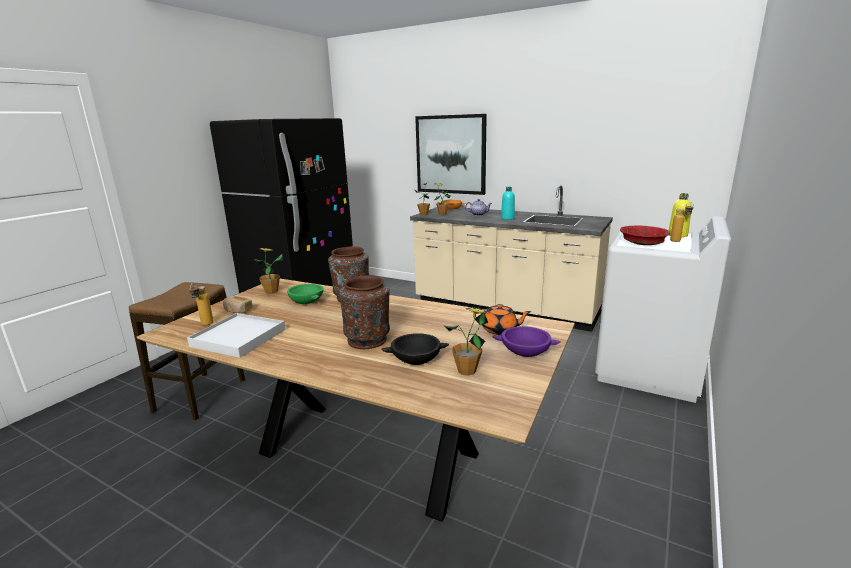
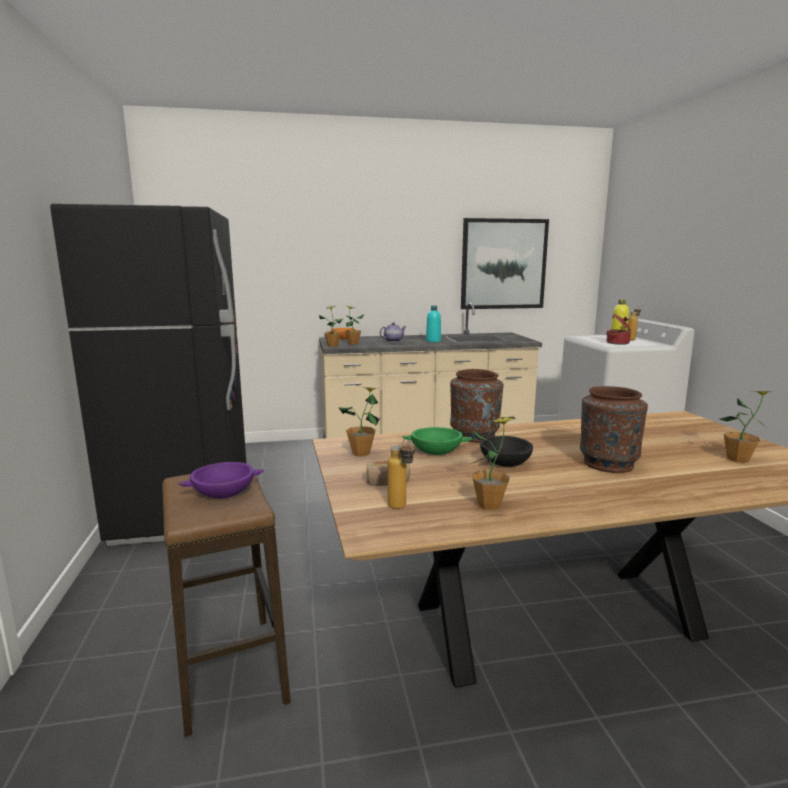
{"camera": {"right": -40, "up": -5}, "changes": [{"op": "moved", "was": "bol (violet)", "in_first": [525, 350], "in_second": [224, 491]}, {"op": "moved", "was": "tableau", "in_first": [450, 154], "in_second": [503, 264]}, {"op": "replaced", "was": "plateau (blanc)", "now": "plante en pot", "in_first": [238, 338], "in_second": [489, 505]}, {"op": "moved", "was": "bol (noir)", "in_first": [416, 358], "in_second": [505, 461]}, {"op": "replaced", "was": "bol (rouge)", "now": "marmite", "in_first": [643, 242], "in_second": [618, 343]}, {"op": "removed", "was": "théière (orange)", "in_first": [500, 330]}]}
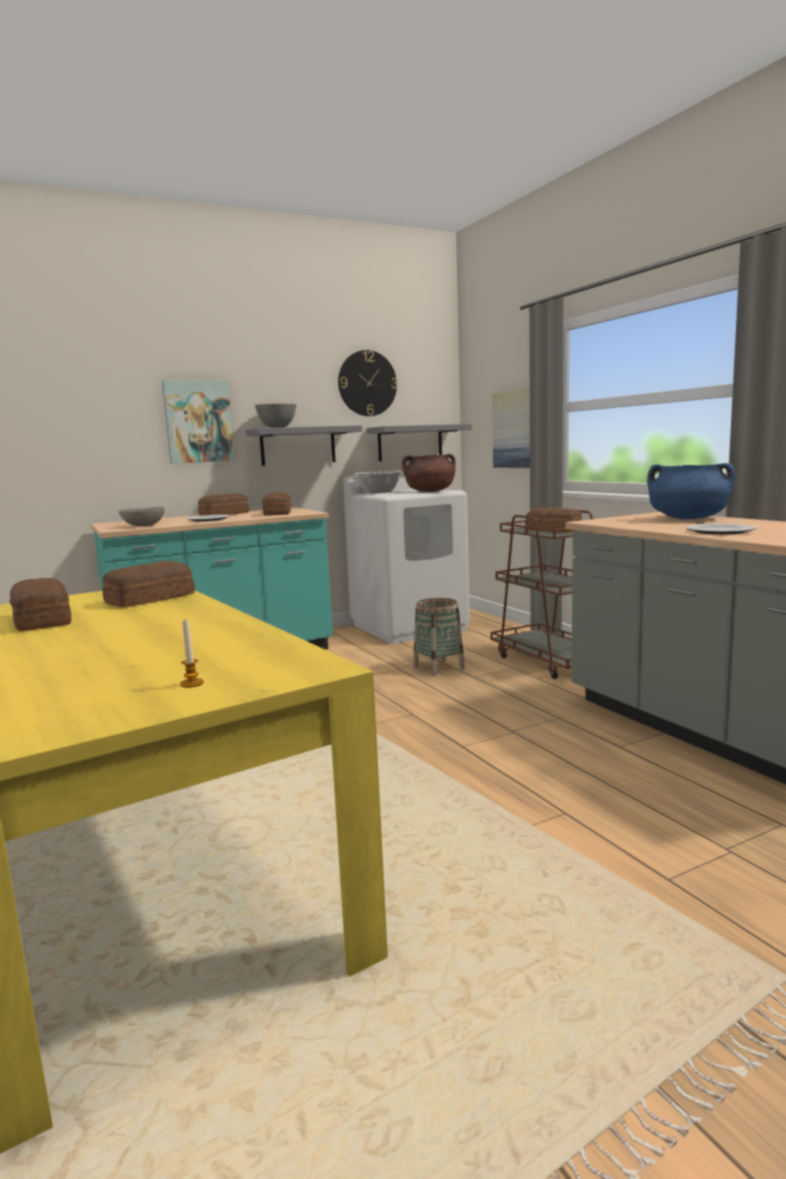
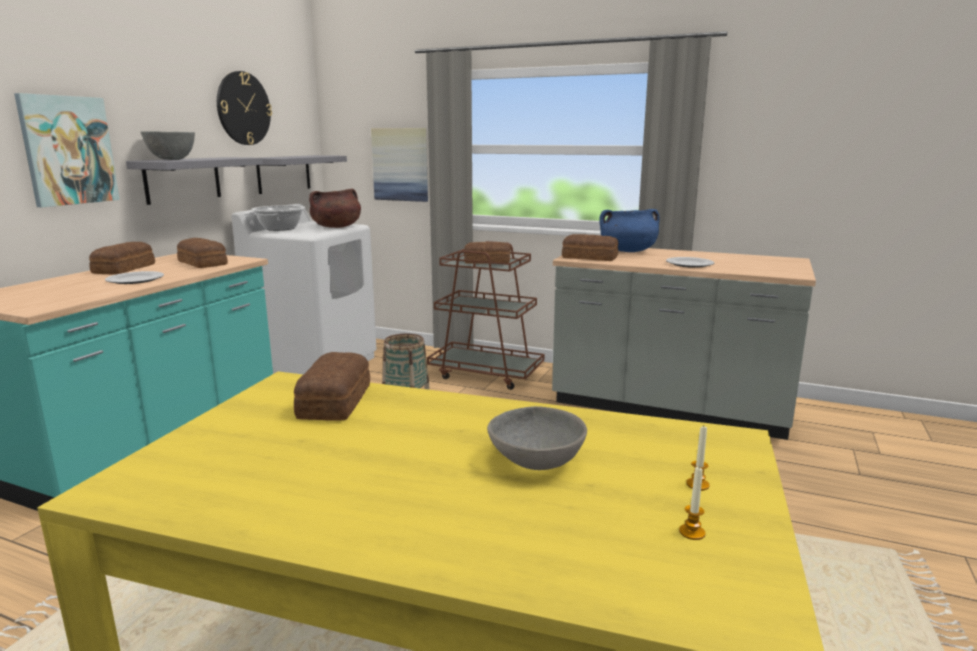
{"camera": {"right": -40, "up": 5}, "changes": [{"op": "moved", "was": "bol (gris)", "in_first": [144, 526], "in_second": [535, 460]}, {"op": "moved", "was": "pain", "in_first": [41, 620], "in_second": [590, 258]}, {"op": "added", "now": "bougie", "in_second": [692, 532]}]}
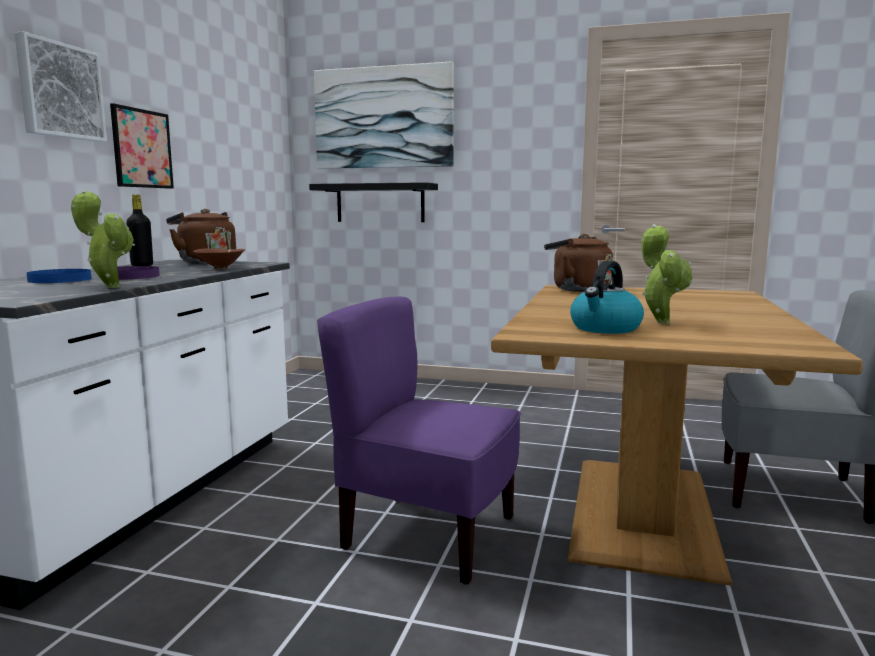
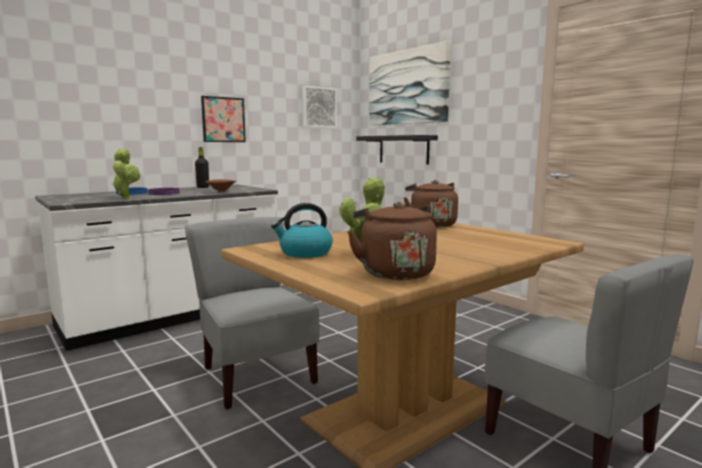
{"camera": {"right": 35, "up": 0}, "changes": [{"op": "recoloured", "was": "chaise (violet)", "now": "chaise (gris)", "in_first": [428, 535], "in_second": [256, 376]}, {"op": "moved", "was": "tableau", "in_first": [59, 91], "in_second": [318, 107]}, {"op": "moved", "was": "bouilloire (marron)", "in_first": [205, 262], "in_second": [394, 272]}]}
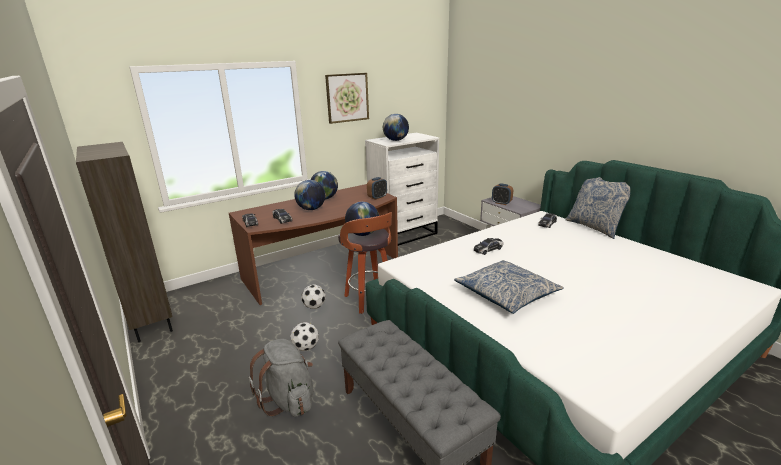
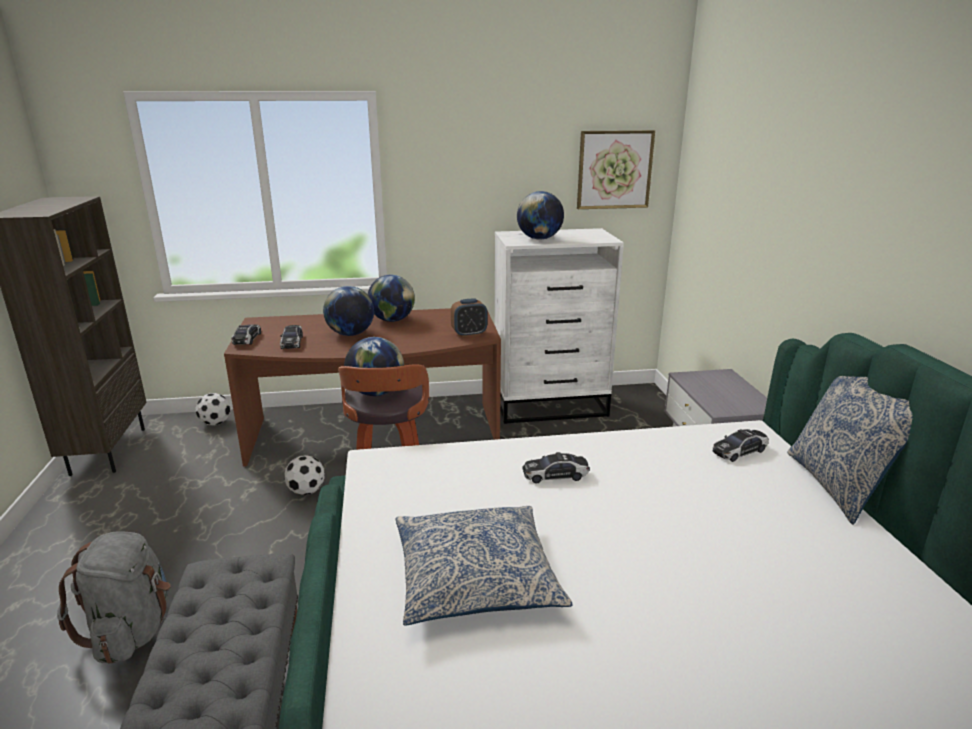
{"camera": {"right": 25, "up": 0}, "changes": [{"op": "moved", "was": "ballon de foot", "in_first": [306, 347], "in_second": [215, 423]}, {"op": "moved", "was": "tableau", "in_first": [347, 97], "in_second": [614, 170]}, {"op": "removed", "was": "réveil", "in_first": [501, 203]}]}
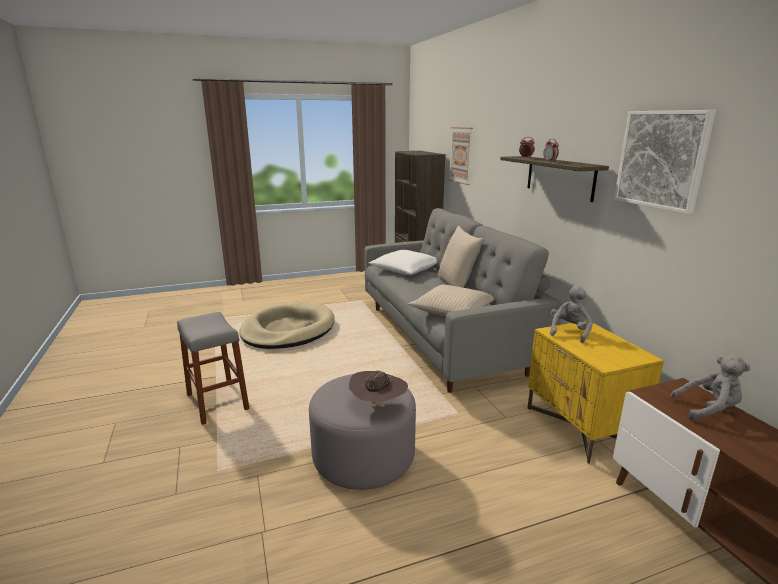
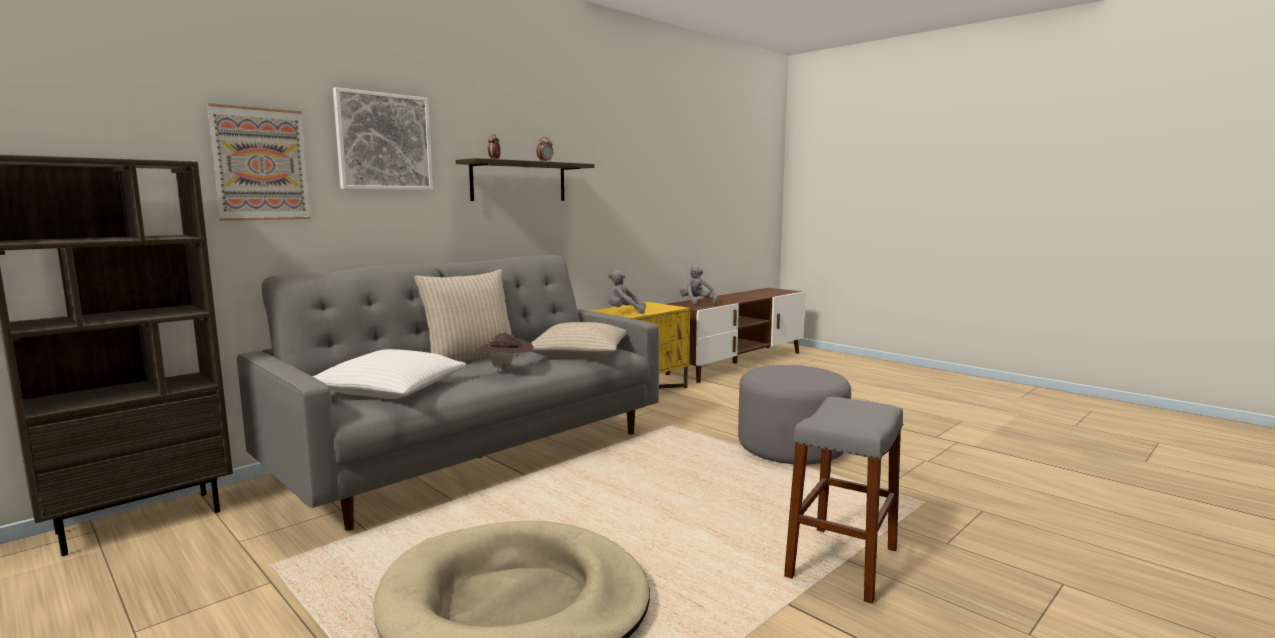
{"camera": {"right": -115, "up": -10}, "changes": [{"op": "moved", "was": "tableau", "in_first": [661, 159], "in_second": [384, 142]}, {"op": "moved", "was": "chapeau (marron)", "in_first": [378, 405], "in_second": [505, 371]}]}
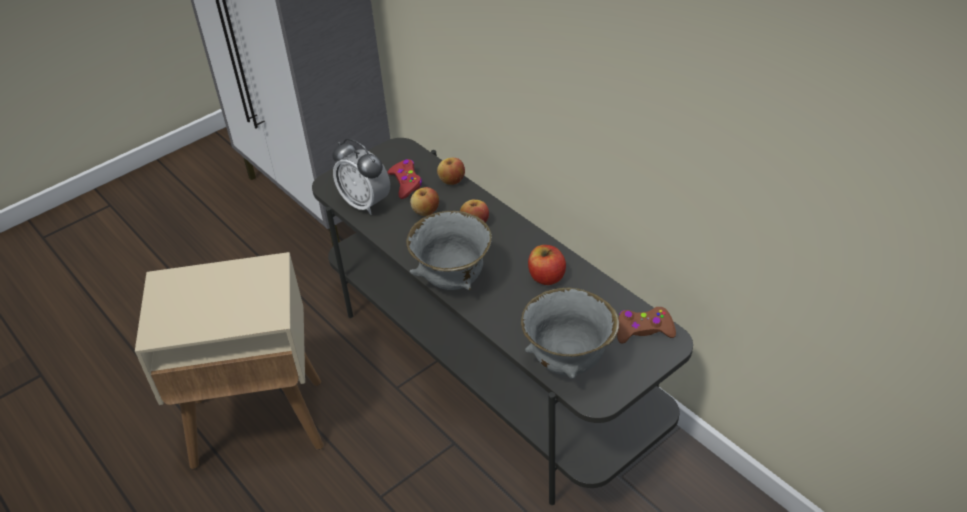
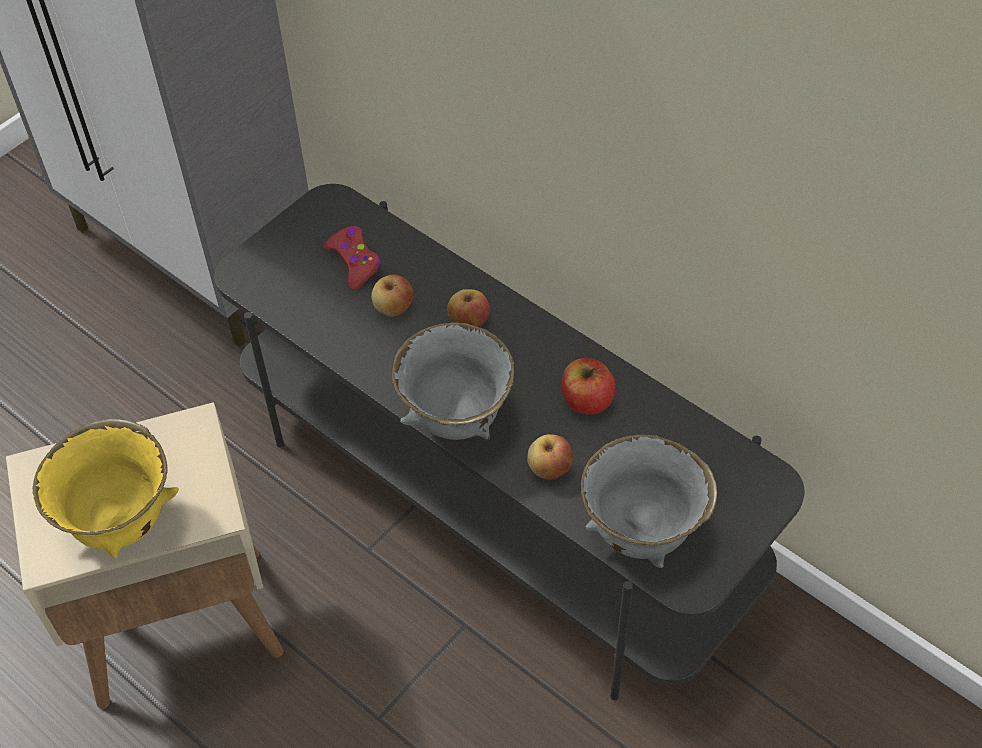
{"camera": {"right": -10, "up": 10}, "changes": [{"op": "added", "now": "bol (jaune)", "in_second": [122, 523]}, {"op": "moved", "was": "pomme", "in_first": [452, 181], "in_second": [549, 468]}, {"op": "removed", "was": "réveil", "in_first": [365, 203]}, {"op": "removed", "was": "manette (marron)", "in_first": [643, 330]}]}
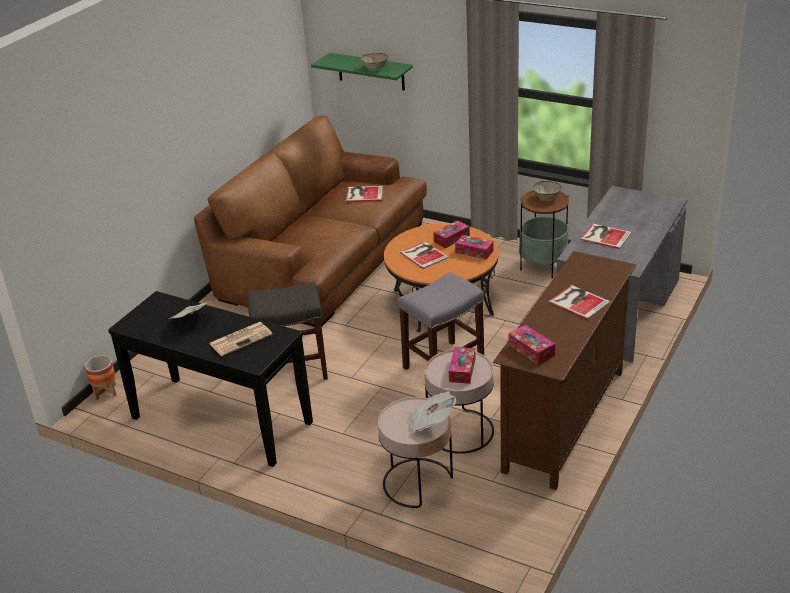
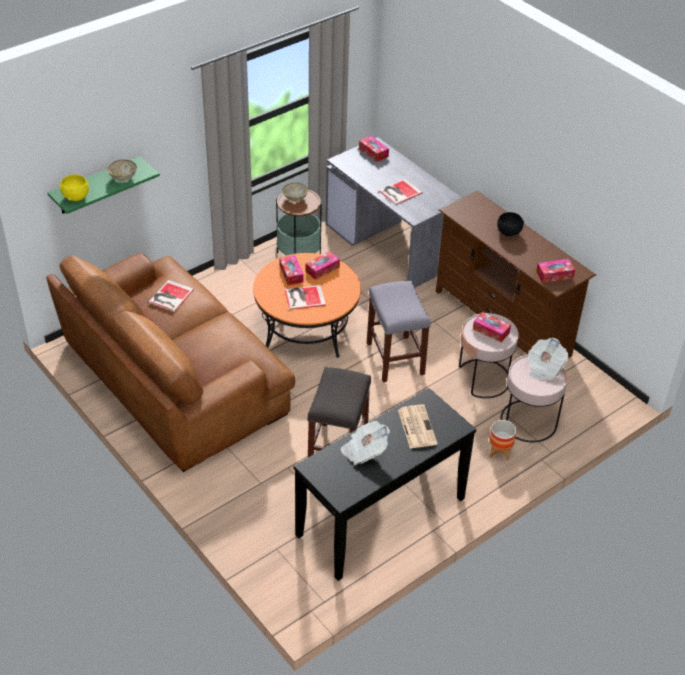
{"camera": {"right": -70, "up": 10}, "changes": [{"op": "added", "now": "bol (jaune)", "in_second": [76, 197]}, {"op": "added", "now": "boîte à mouchoirs", "in_second": [373, 152]}, {"op": "moved", "was": "cache-pot", "in_first": [105, 392], "in_second": [499, 452]}, {"op": "replaced", "was": "livre", "now": "bol (noir)", "in_first": [578, 301], "in_second": [508, 232]}]}
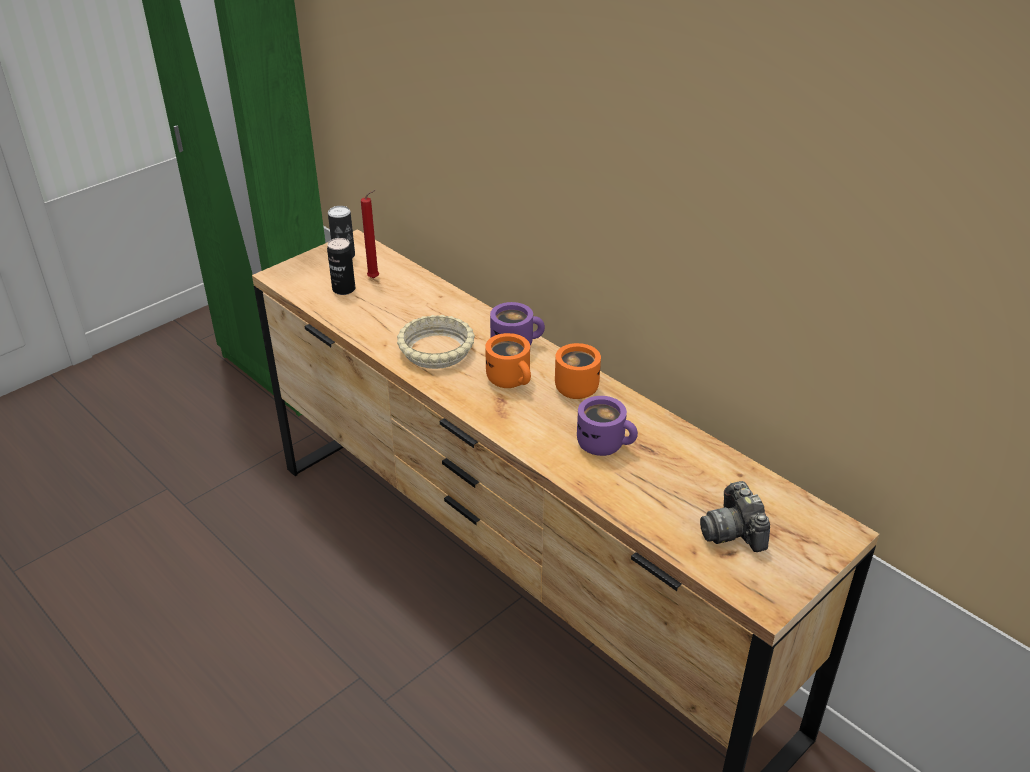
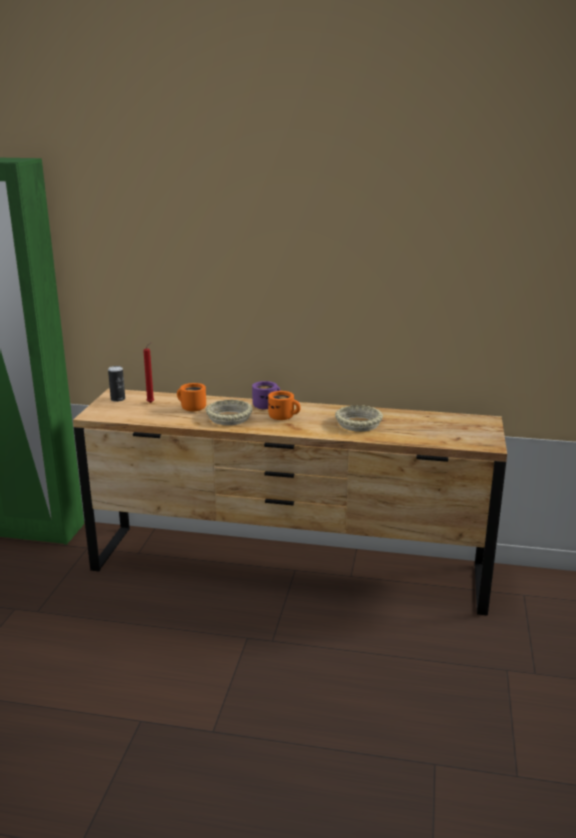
{"camera": {"right": -35, "up": -15}, "changes": [{"op": "moved", "was": "mug (orange)", "in_first": [572, 387], "in_second": [191, 408]}, {"op": "replaced", "was": "mug (violet)", "now": "bol (beige)", "in_first": [605, 443], "in_second": [359, 423]}, {"op": "removed", "was": "boîte métallique", "in_first": [344, 289]}, {"op": "removed", "was": "appareil photo", "in_first": [734, 531]}]}
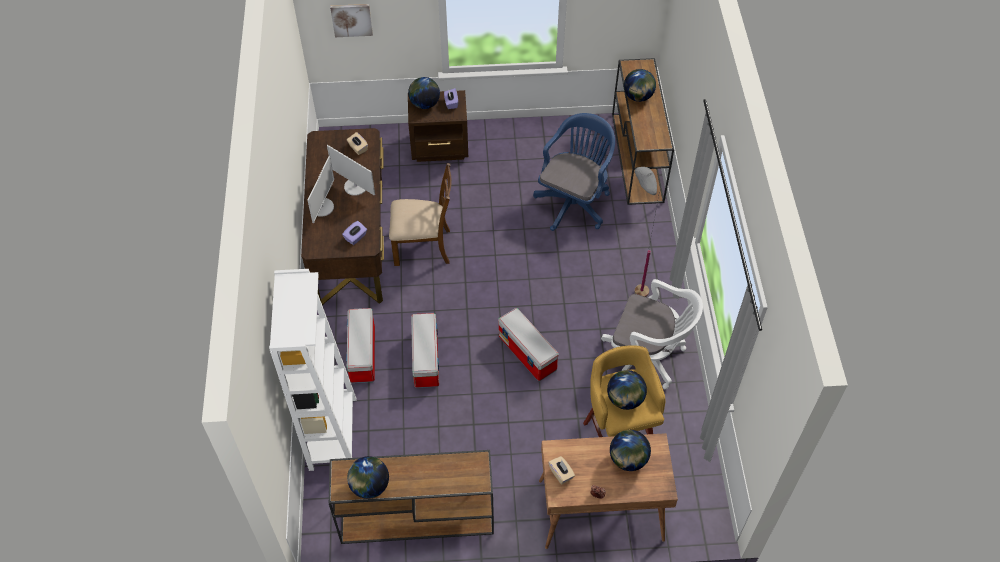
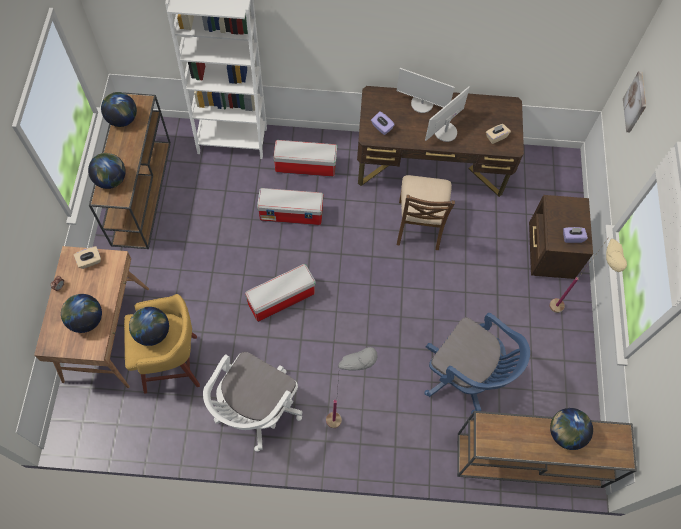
{"camera": {"right": 95, "up": 10}, "changes": [{"op": "moved", "was": "globe", "in_first": [424, 104], "in_second": [111, 180]}, {"op": "added", "now": "lampadaire (beige)", "in_second": [558, 319]}]}
